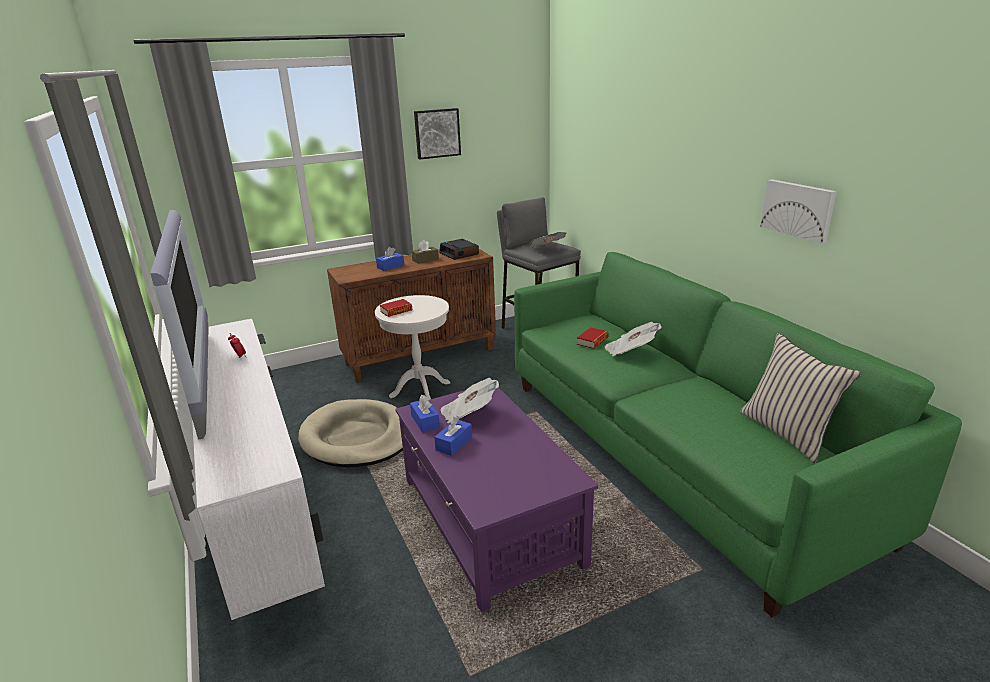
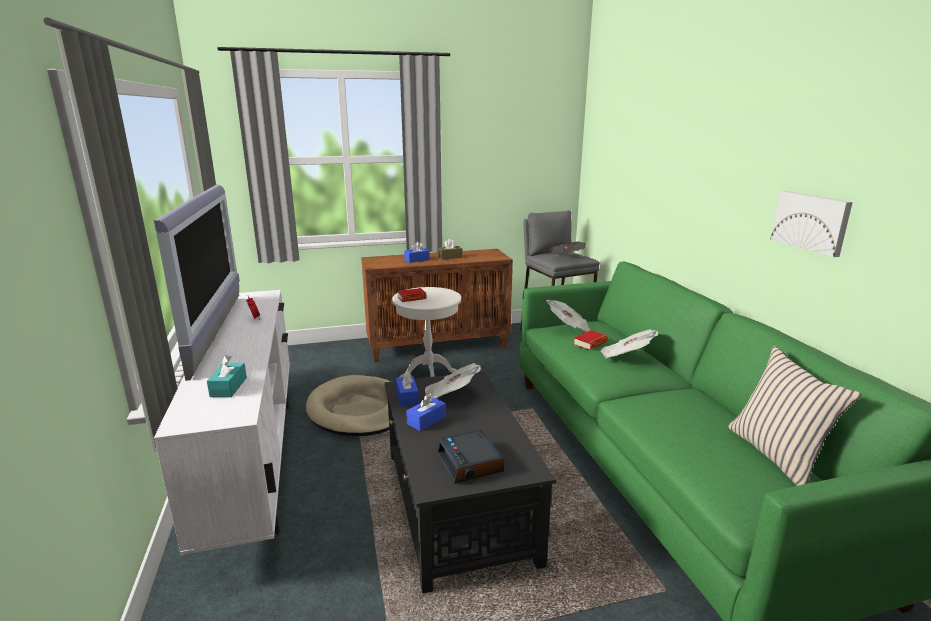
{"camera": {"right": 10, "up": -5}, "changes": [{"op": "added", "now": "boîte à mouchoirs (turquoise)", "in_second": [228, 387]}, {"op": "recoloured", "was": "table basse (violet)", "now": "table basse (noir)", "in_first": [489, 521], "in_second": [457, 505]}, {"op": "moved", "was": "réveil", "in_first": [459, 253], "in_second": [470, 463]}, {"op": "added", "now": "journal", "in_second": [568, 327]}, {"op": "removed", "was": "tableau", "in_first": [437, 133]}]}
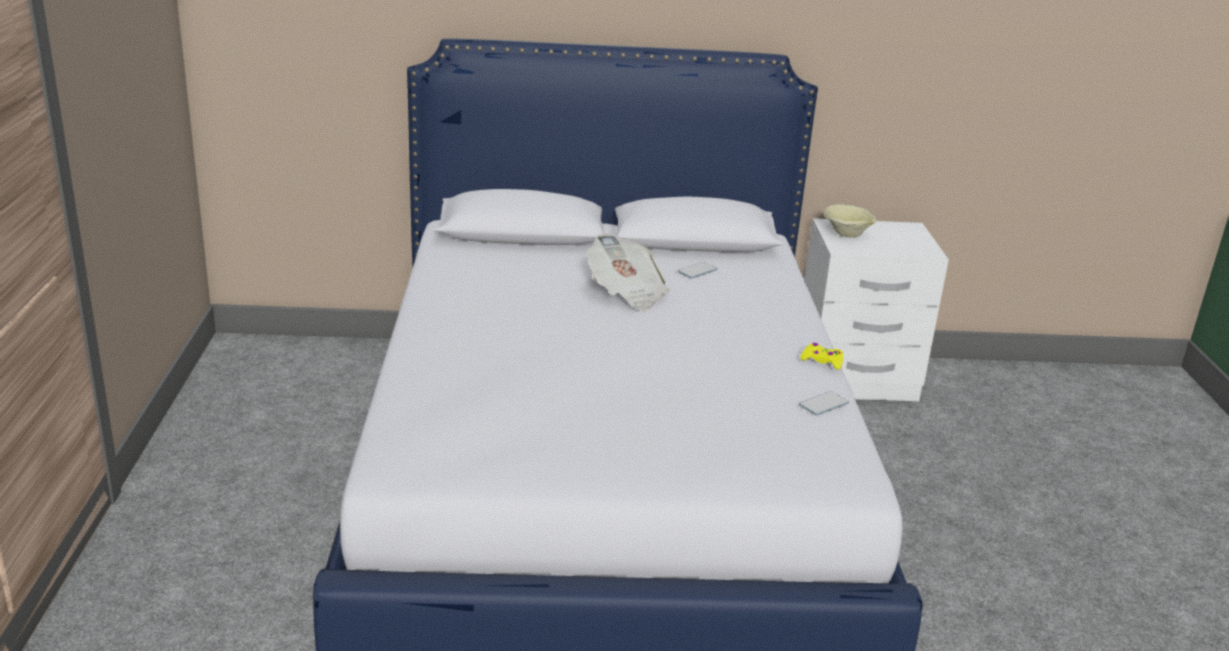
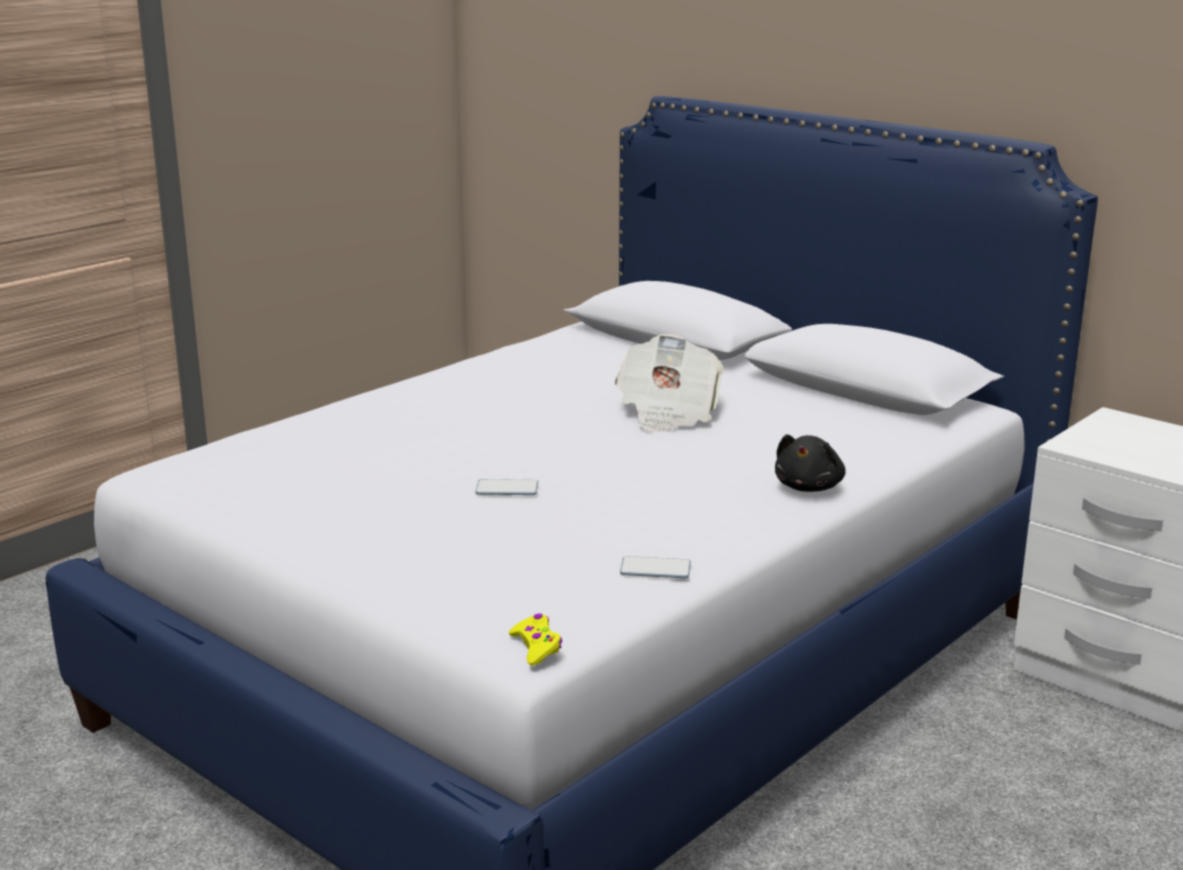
{"camera": {"right": 45, "up": -5}, "changes": [{"op": "moved", "was": "téléphone", "in_first": [697, 271], "in_second": [507, 489]}, {"op": "moved", "was": "manette (jaune)", "in_first": [822, 361], "in_second": [536, 647]}, {"op": "added", "now": "peluche (noir)", "in_second": [809, 487]}, {"op": "removed", "was": "bol (beige)", "in_first": [847, 233]}]}
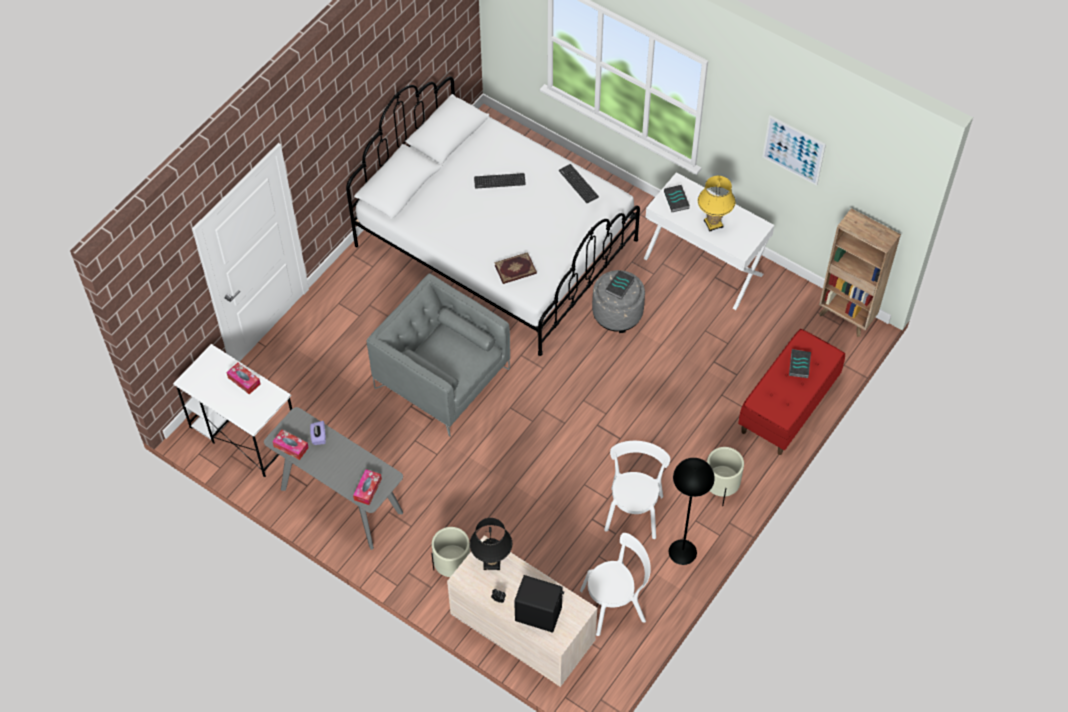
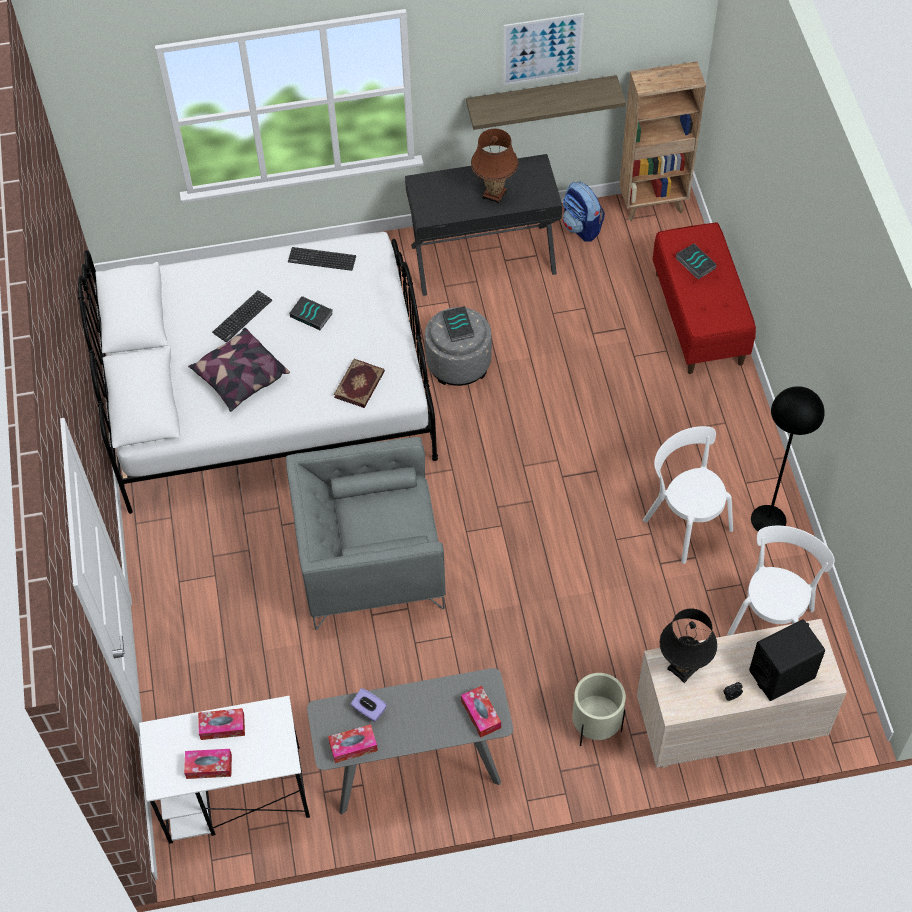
{"camera": {"right": -45, "up": 0}, "changes": [{"op": "added", "now": "boîte à mouchoirs", "in_second": [209, 766]}, {"op": "added", "now": "coussin", "in_second": [240, 377]}, {"op": "moved", "was": "livre", "in_first": [677, 200], "in_second": [312, 315]}, {"op": "recoloured", "was": "bureau (blanc)", "now": "bureau (noir)", "in_first": [704, 265], "in_second": [483, 258]}, {"op": "added", "now": "étagère", "in_second": [541, 98]}, {"op": "recoloured", "was": "lampe de table (jaune)", "now": "lampe de table (marron)", "in_first": [713, 224], "in_second": [494, 194]}, {"op": "added", "now": "sac à dos", "in_second": [581, 227]}, {"op": "removed", "was": "cache-pot (beige)", "in_first": [721, 489]}]}
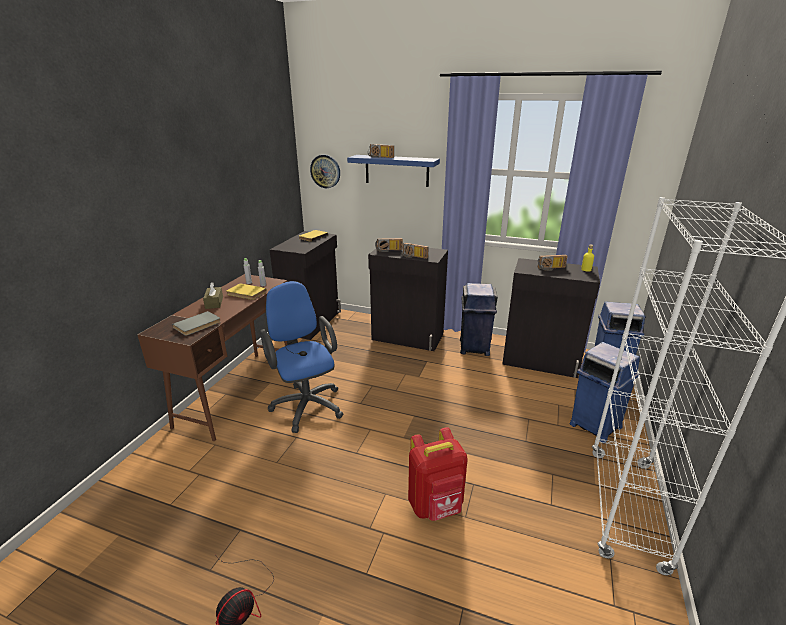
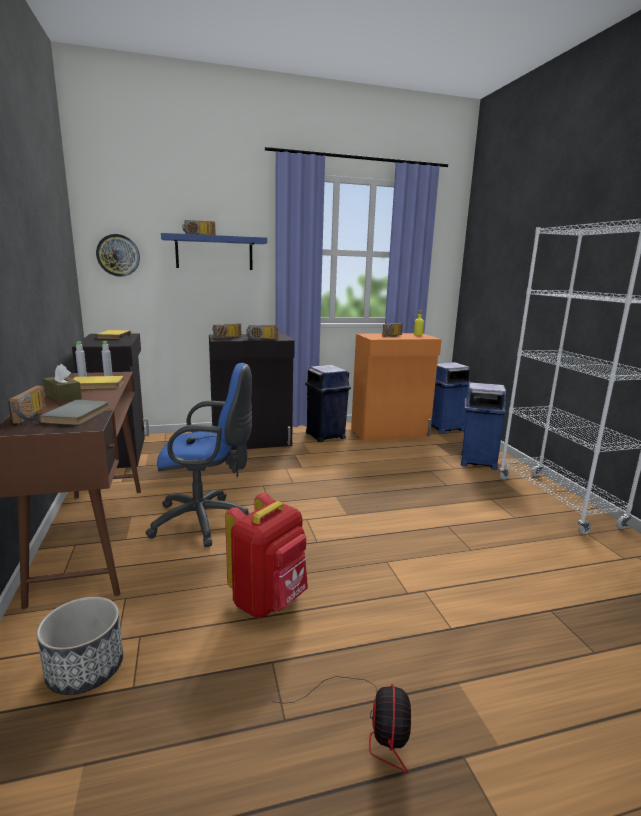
{"camera": {"right": -35, "up": -10}, "changes": [{"op": "added", "now": "radio", "in_second": [34, 416]}, {"op": "added", "now": "cache-pot", "in_second": [84, 669]}, {"op": "turned", "was": "chaise de bureau (bleu)", "in_first": [306, 404], "in_second": [206, 521], "clockwise": 150}, {"op": "moved", "was": "sac à dos (rouge)", "in_first": [436, 506], "in_second": [269, 600]}, {"op": "recoloured", "was": "meuble de rangement (noir)", "now": "meuble de rangement (orange)", "in_first": [541, 361], "in_second": [391, 433]}]}
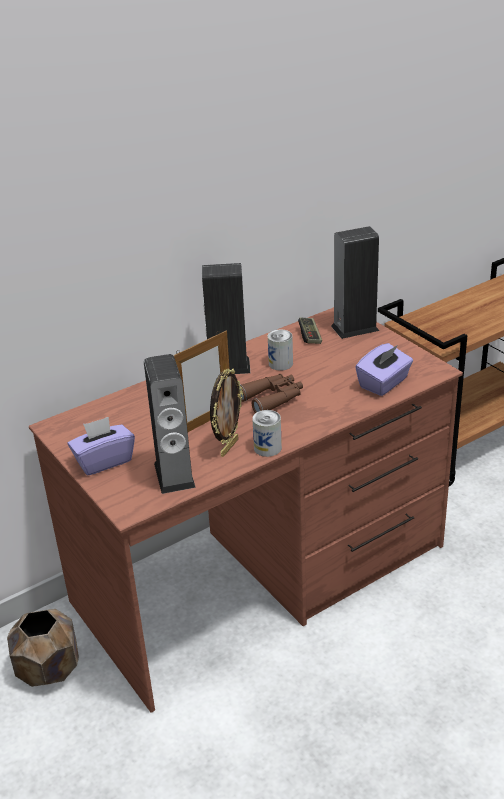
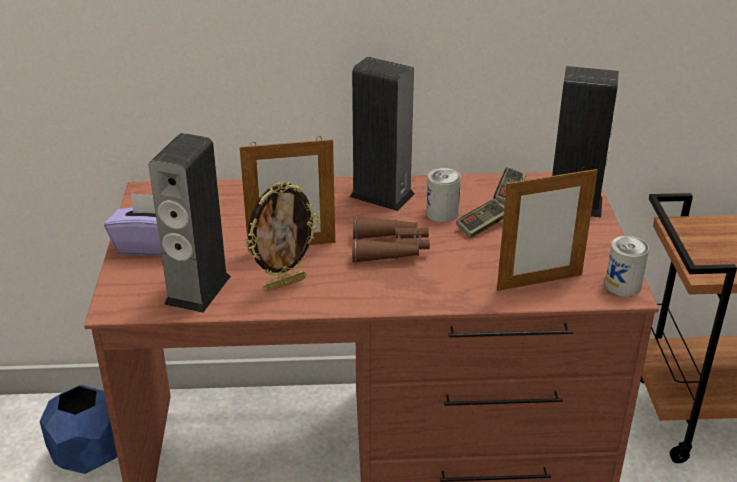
{"camera": {"right": 30, "up": 0}, "changes": [{"op": "recoloured", "was": "cache-pot (marron)", "now": "cache-pot (bleu)", "in_first": [48, 669], "in_second": [89, 455]}, {"op": "added", "now": "manette", "in_second": [482, 226]}, {"op": "replaced", "was": "boîte à mouchoirs (violet)", "now": "cadre photo", "in_first": [384, 383], "in_second": [539, 282]}, {"op": "moved", "was": "boîte métallique", "in_first": [267, 448], "in_second": [622, 285]}]}
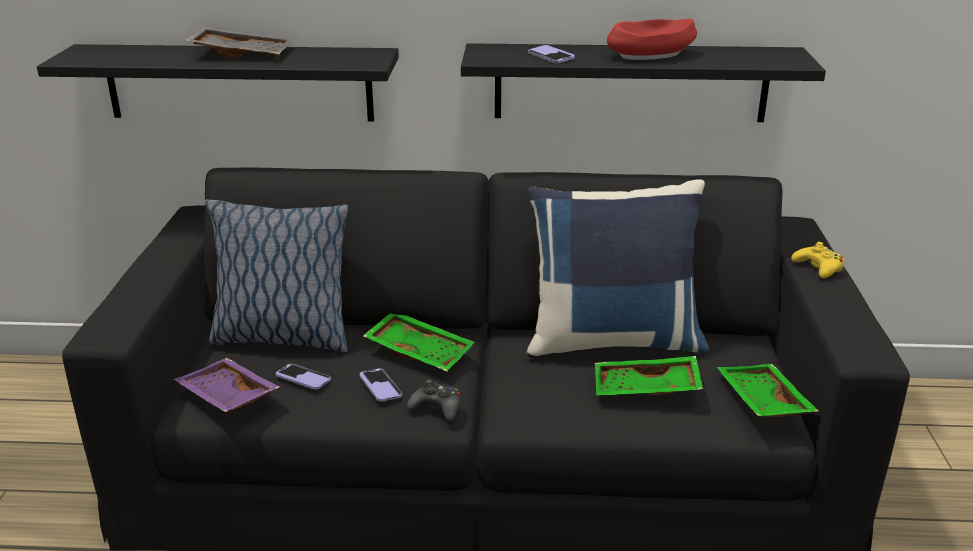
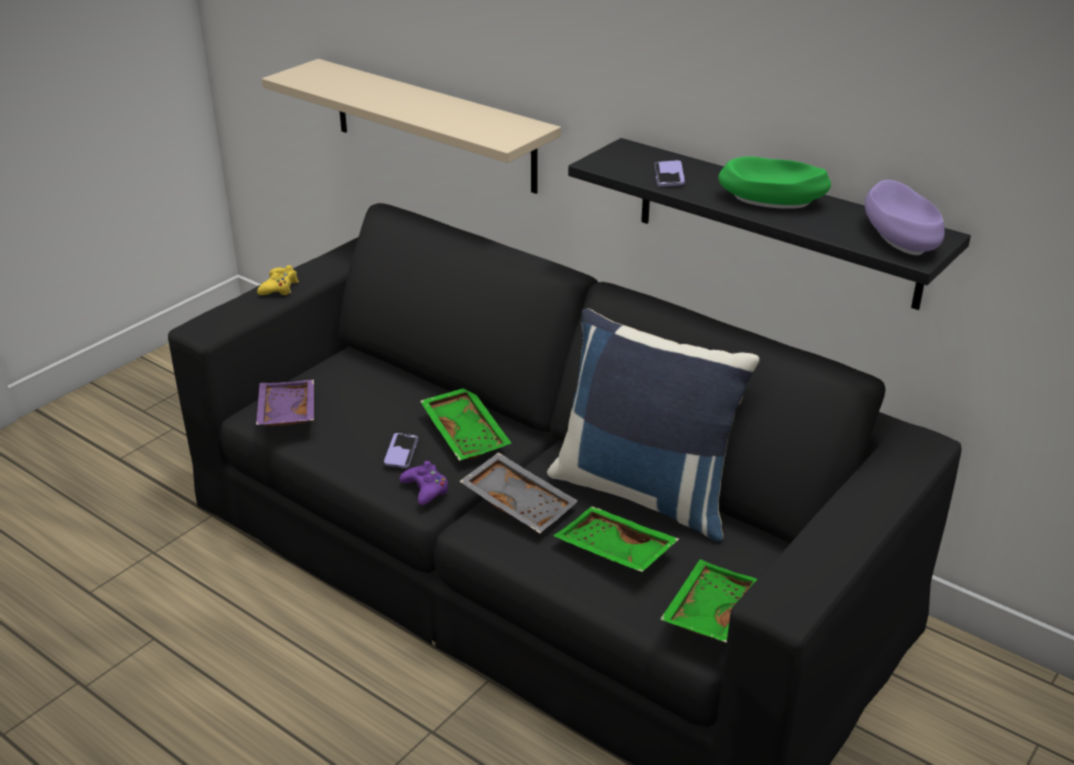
{"camera": {"right": 35, "up": 5}, "changes": [{"op": "moved", "was": "manette (jaune)", "in_first": [818, 268], "in_second": [279, 287]}, {"op": "recoloured", "was": "étagère (noir)", "now": "étagère (beige)", "in_first": [239, 83], "in_second": [433, 125]}, {"op": "recoloured", "was": "manette (noir)", "now": "manette (violet)", "in_first": [437, 407], "in_second": [426, 489]}, {"op": "moved", "was": "plateau (gris)", "in_first": [242, 53], "in_second": [520, 502]}, {"op": "recoloured", "was": "bol (rouge)", "now": "bol (vert)", "in_first": [651, 55], "in_second": [772, 200]}, {"op": "added", "now": "bol (violet)", "in_second": [899, 238]}, {"op": "removed", "was": "coussin", "in_first": [282, 337]}, {"op": "removed", "was": "téléphone", "in_first": [303, 378]}]}
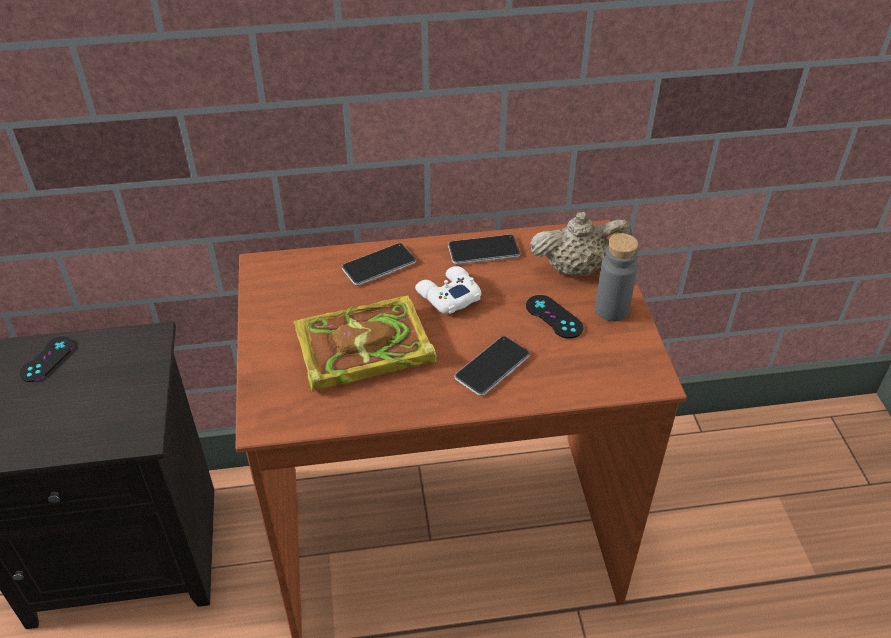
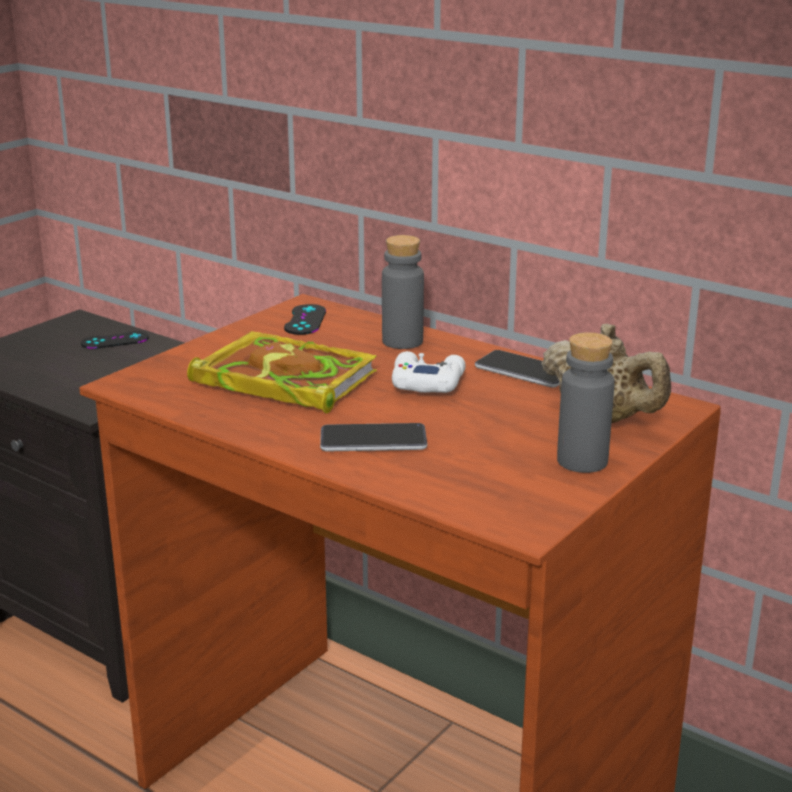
{"camera": {"right": 45, "up": -20}, "changes": [{"op": "moved", "was": "manette (noir)", "in_first": [554, 317], "in_second": [305, 320]}, {"op": "replaced", "was": "téléphone", "now": "bouteille (gris)", "in_first": [379, 265], "in_second": [402, 341]}]}
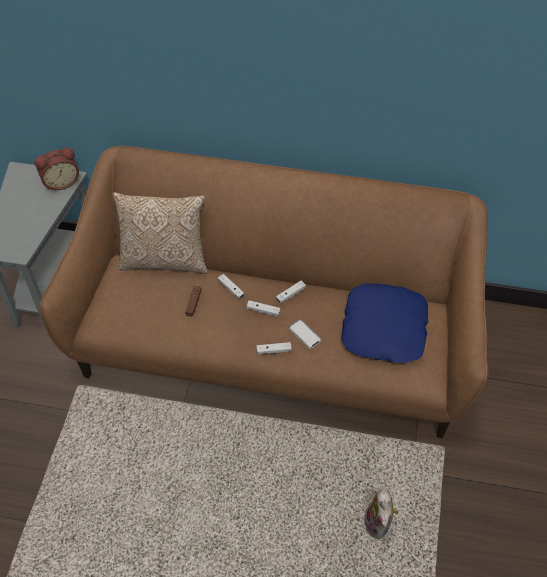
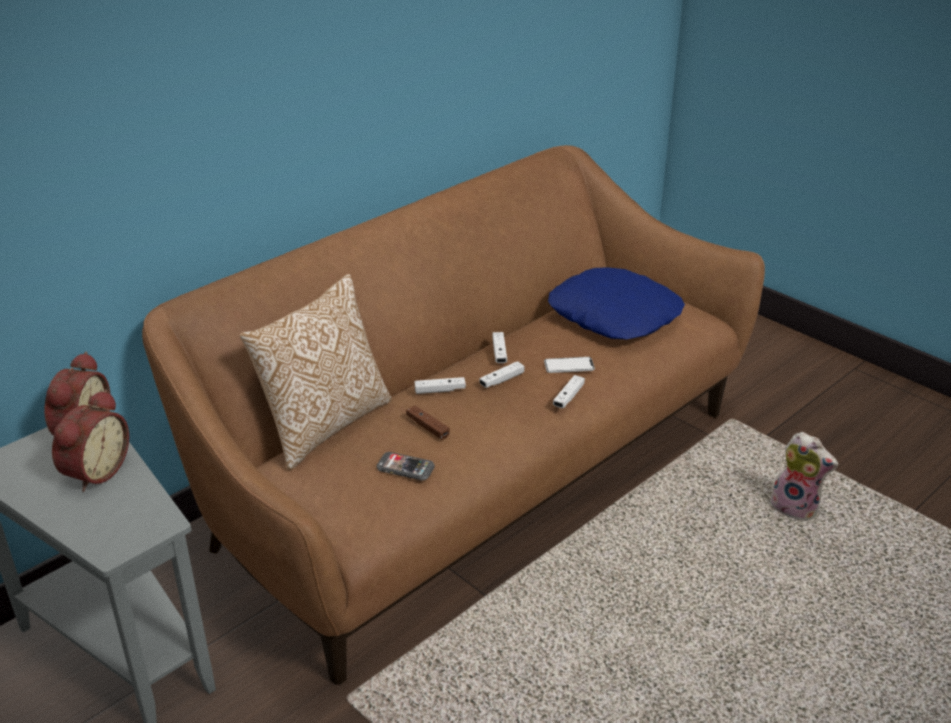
{"camera": {"right": -55, "up": -20}, "changes": [{"op": "added", "now": "réveil", "in_second": [94, 471]}, {"op": "added", "now": "téléphone", "in_second": [405, 468]}]}
